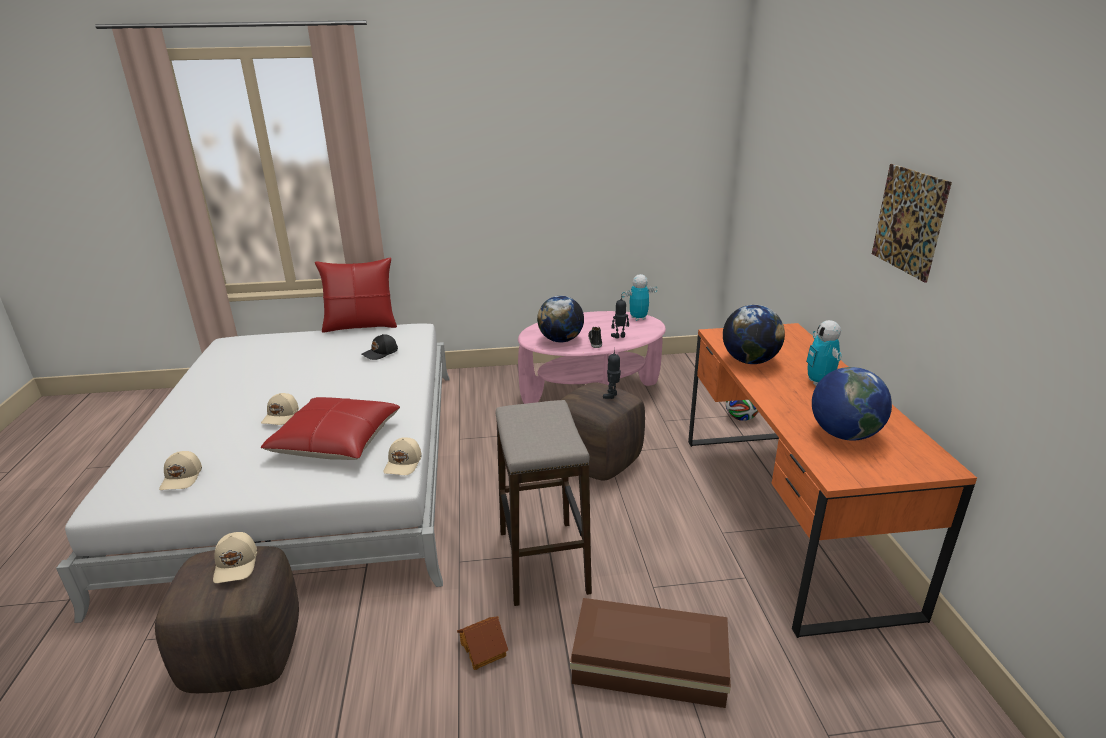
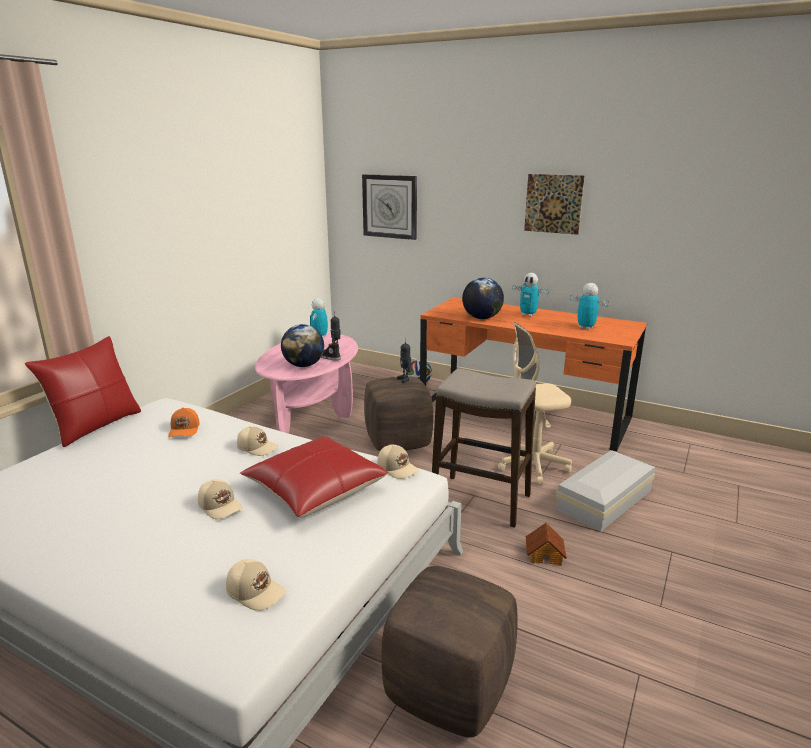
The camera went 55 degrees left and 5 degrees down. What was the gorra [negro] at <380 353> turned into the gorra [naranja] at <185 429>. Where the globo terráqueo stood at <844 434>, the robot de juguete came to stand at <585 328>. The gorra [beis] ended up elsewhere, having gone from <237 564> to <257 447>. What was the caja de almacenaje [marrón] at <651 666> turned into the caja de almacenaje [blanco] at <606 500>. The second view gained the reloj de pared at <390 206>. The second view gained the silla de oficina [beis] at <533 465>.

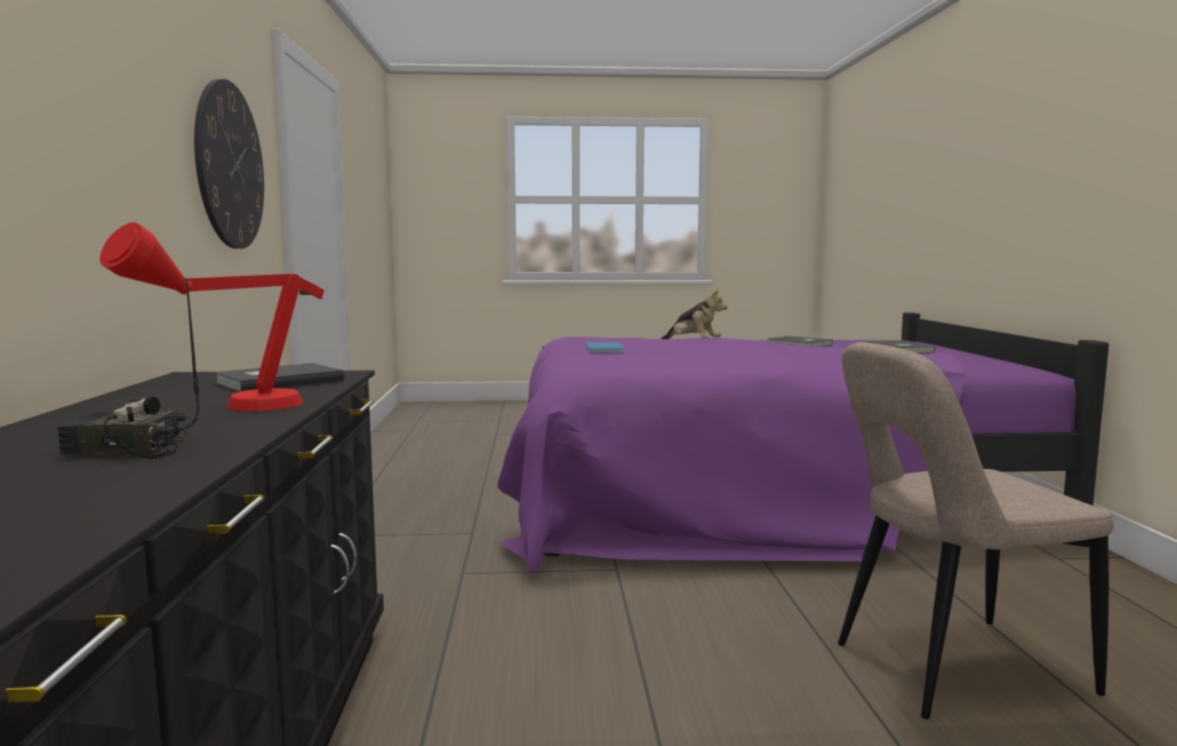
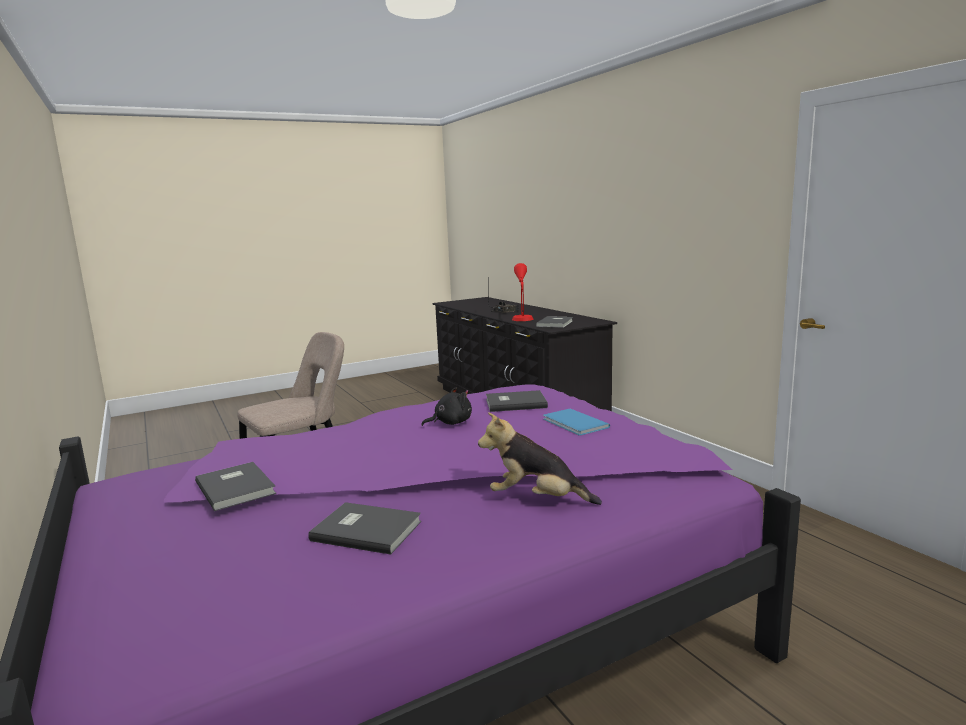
The camera went 155 degrees right and 5 degrees up. The second view lost the reloj de pared at <230 166>. The second view gained the peluche [negro] at <450 423>. The second view gained the libro [gris] at <514 403>.

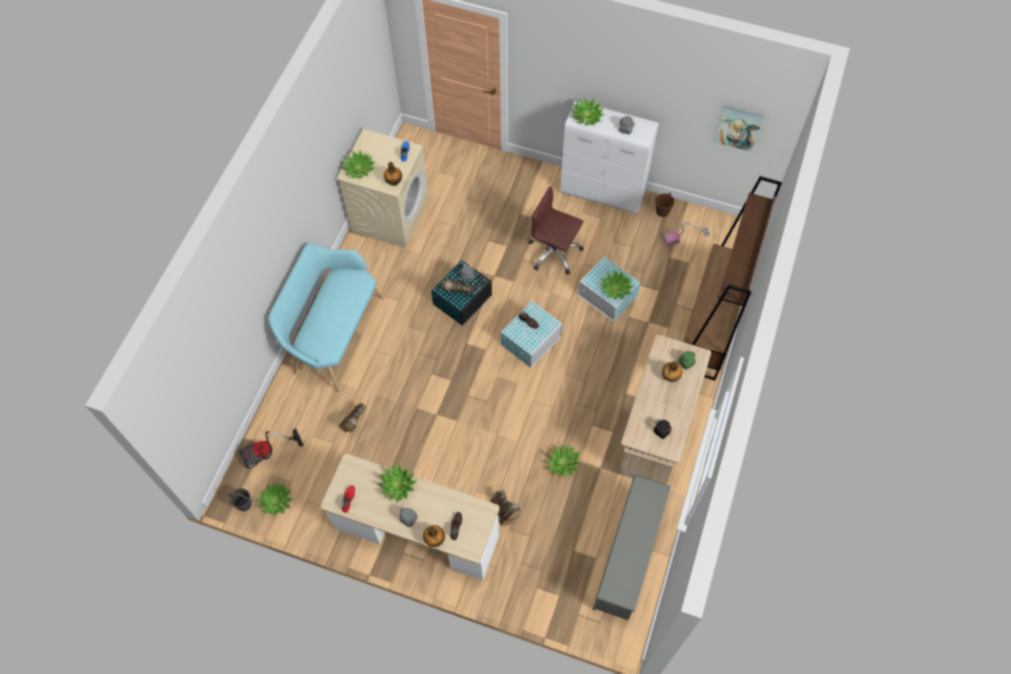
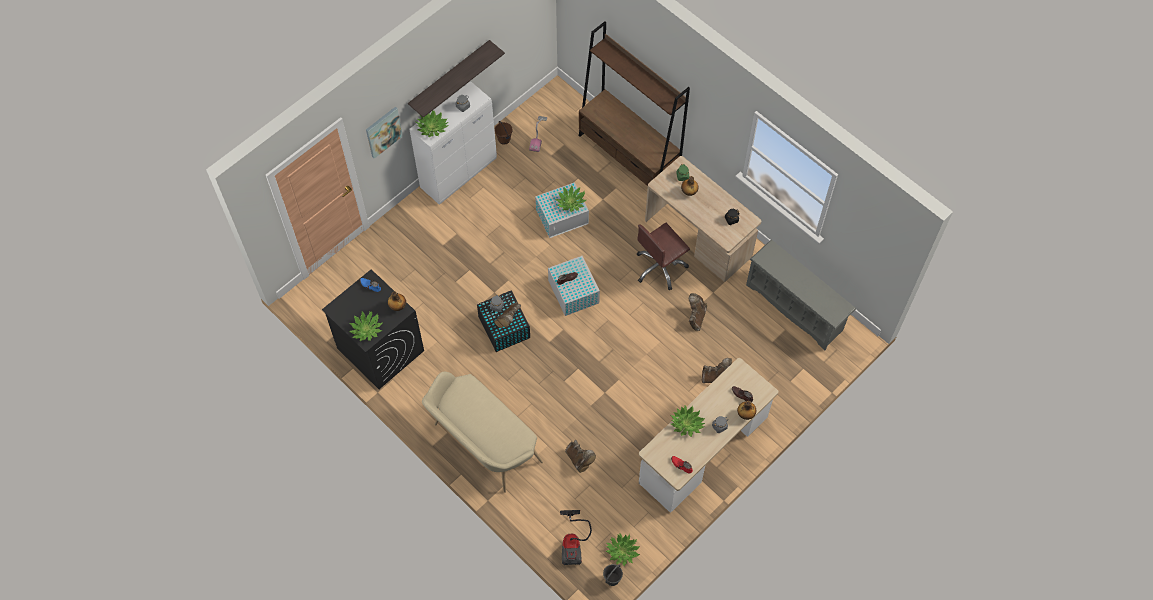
The camera went 65 degrees left and 0 degrees up. The cuadro ended up elsewhere, having gone from <738 127> to <383 131>. What was the lavadora [beis] at <390 214> turned into the lavadora [negro] at <380 349>. The silla de oficina [marrón] ended up elsewhere, having gone from <554 253> to <660 267>. What was the banco [turquesa] at <334 335> turned into the banco [beis] at <482 445>. Where the planta en maceta stood at <563 463>, the bota [marrón] came to stand at <696 317>. The second view gained the estante at <449 77>.

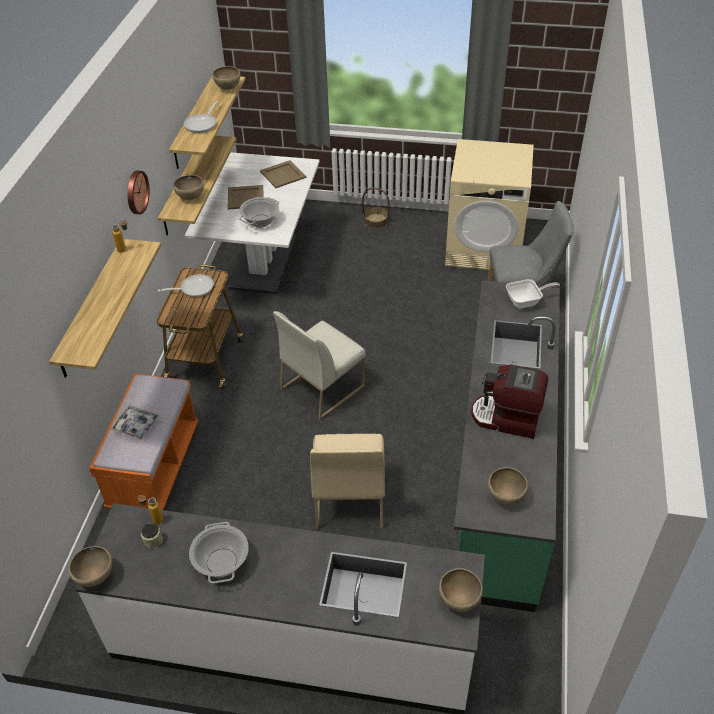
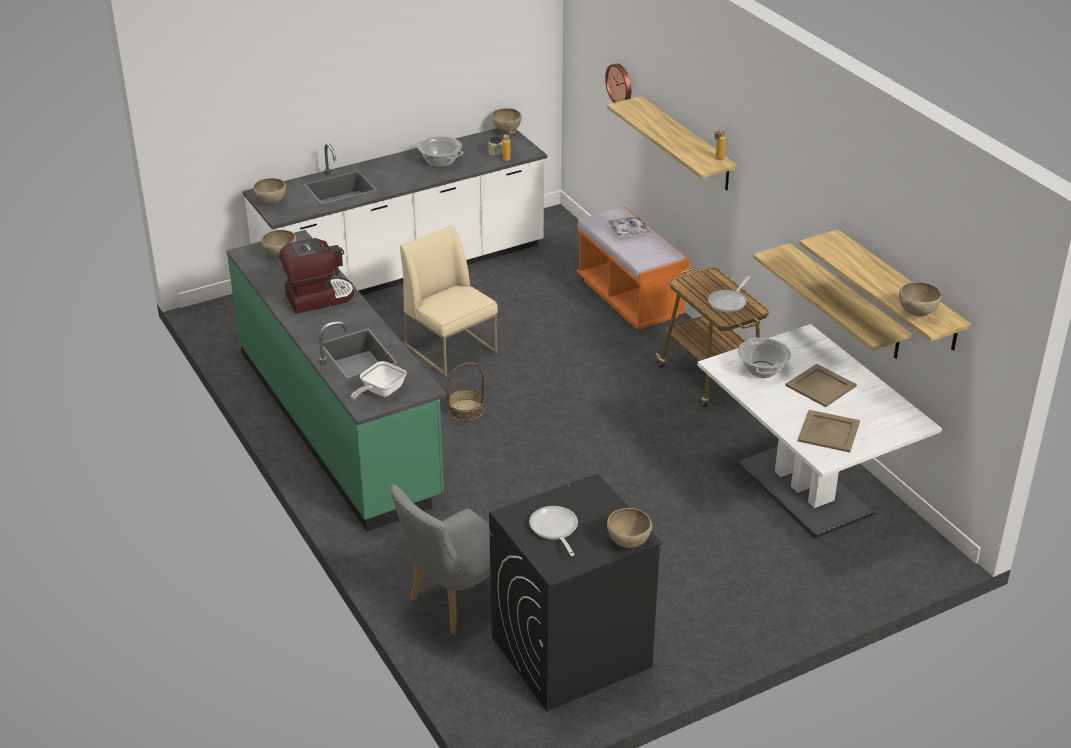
The camera went 140 degrees right and 10 degrees down. The sartén ended up elsewhere, having gone from <202 124> to <554 530>. What was the lavadora [beis] at <484 248> turned into the lavadora [negro] at <570 652>. The reloj de pared ended up elsewhere, having gone from <136 192> to <620 84>. The cuenco [marrón] ended up elsewhere, having gone from <191 198> to <628 542>. The cesta ended up elsewhere, having gone from <375 221> to <466 410>. The second view lost the silla [blanco] at <322 387>.

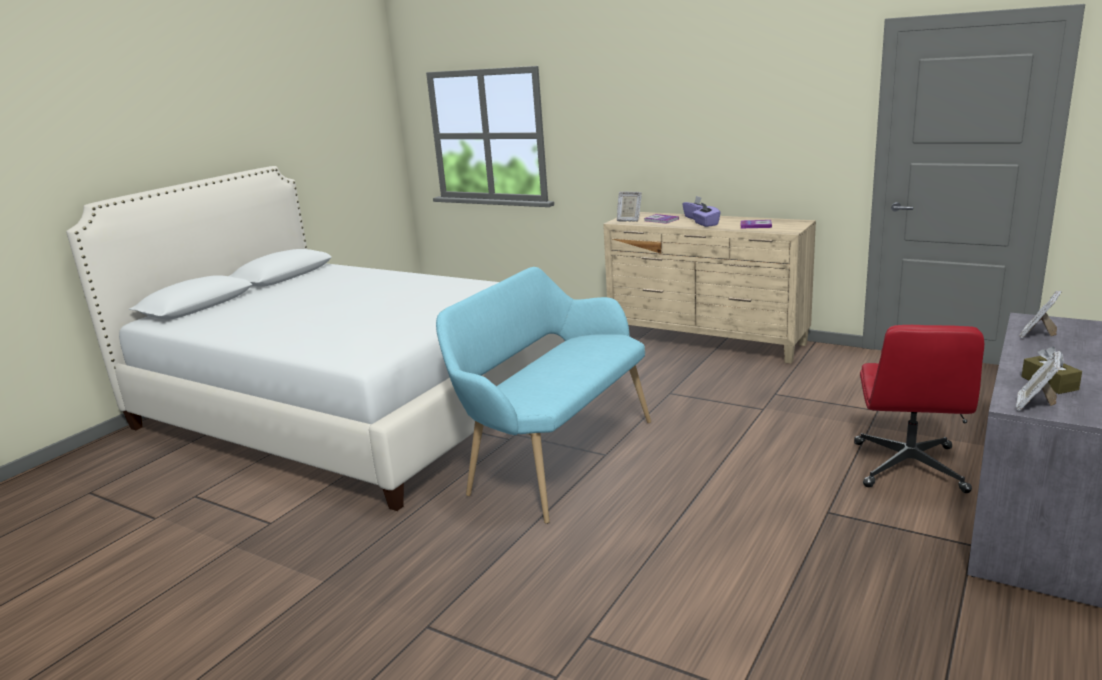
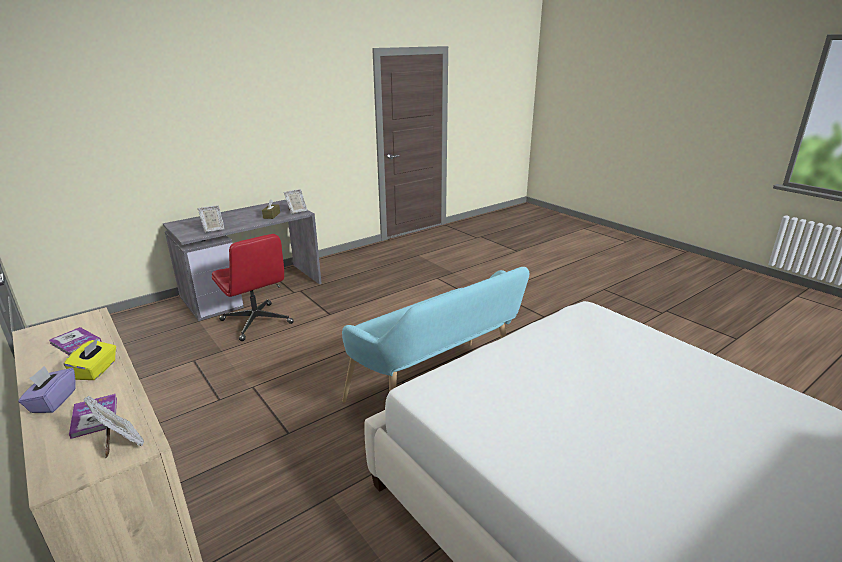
The camera went 160 degrees left and 5 degrees up. What was the caja de pañuelos [morado] at <706 224> turned into the caja de pañuelos [amarillo] at <96 370>. The silla de oficina [rojo] at <909 468> ended up facing another way, 105 degrees clockwise from before.

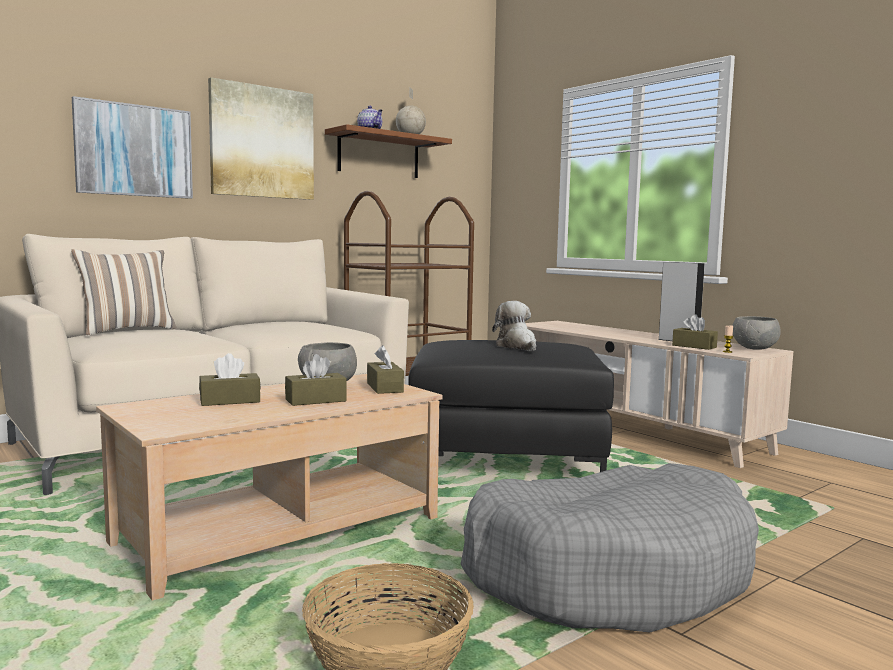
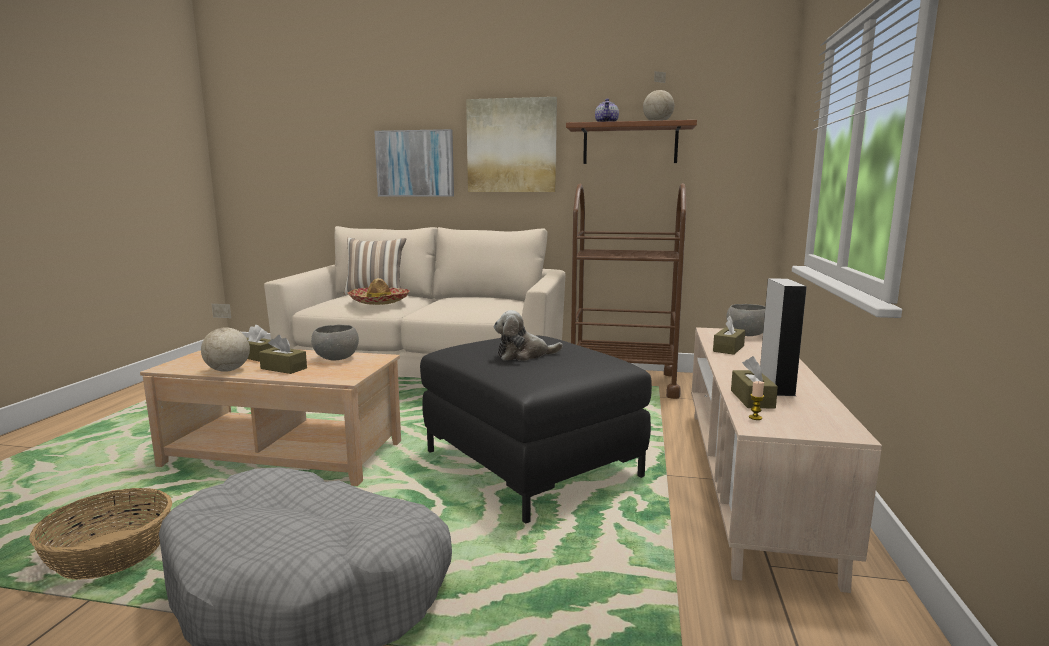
The camera went 50 degrees right and 5 degrees up. The peluche at <517 346> ended up facing another way, 135 degrees counterclockwise from before. The cuenco [gris] ended up elsewhere, having gone from <755 349> to <747 335>. The caja de pañuelos [marrón] ended up elsewhere, having gone from <384 388> to <728 348>. The second view gained the sombrero at <379 302>. The second view gained the globo terráqueo at <228 370>.

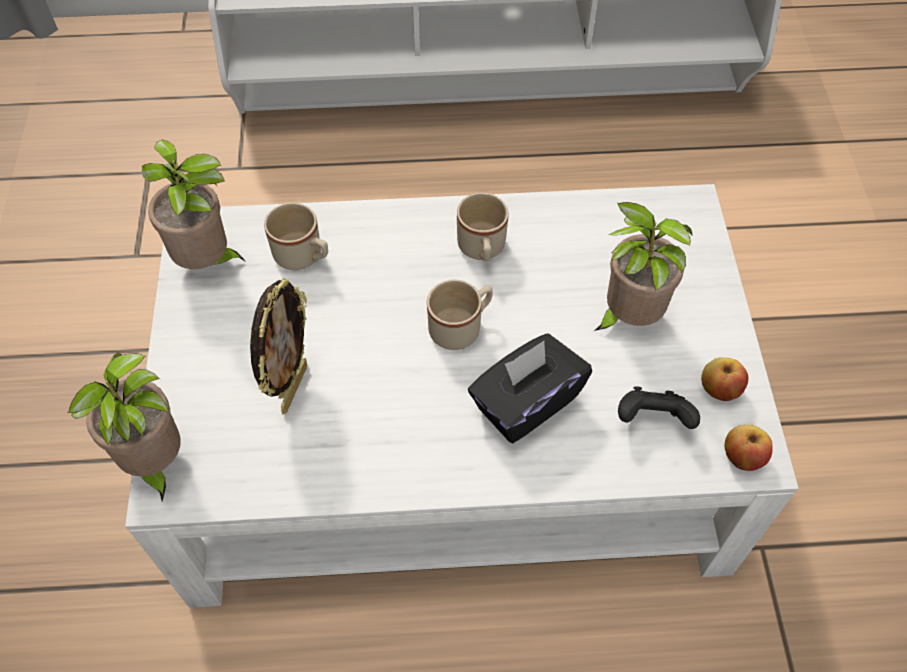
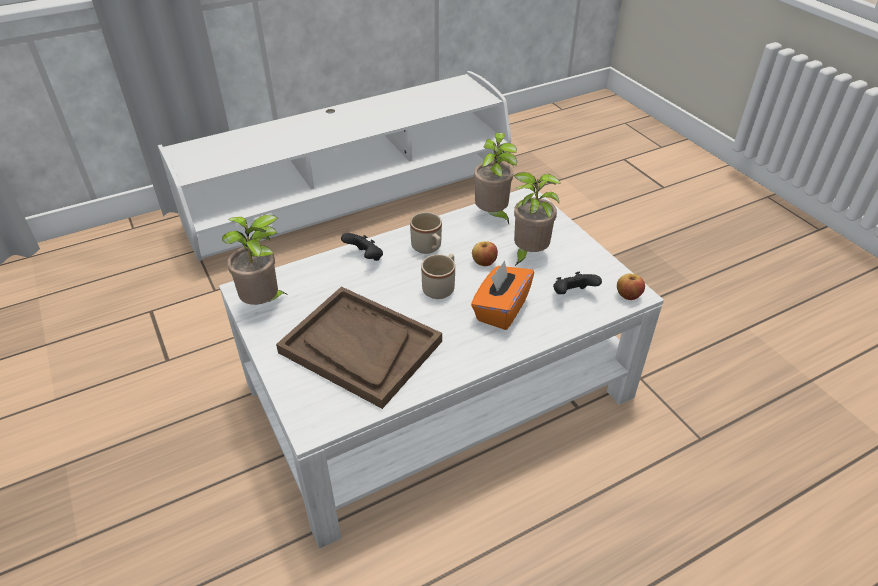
The camera went 25 degrees left and 15 degrees down. The second view lost the taza grande [beis] at <303 257>. Where the portarretratos stood at <292 387>, the bandeja [marrón] came to stand at <360 347>. What was the caja de pañuelos [negro] at <526 403> turned into the caja de pañuelos [naranja] at <501 309>. The planta en maceta ended up elsewhere, having gone from <155 464> to <492 216>. The manzana ended up elsewhere, having gone from <719 389> to <484 262>. The second view gained the mando de consola [negro] at <365 257>.

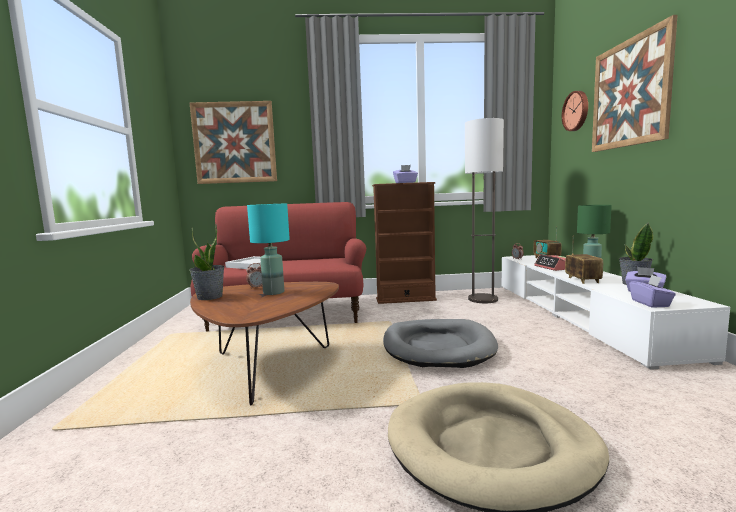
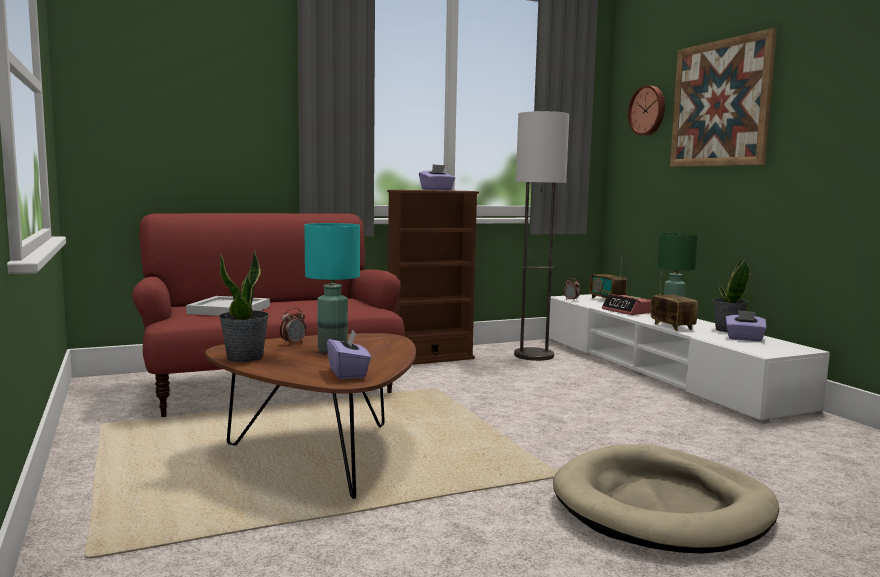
The camera went 20 degrees left and 0 degrees up. The second view lost the cuadro at <234 143>. The caja de pañuelos [morado] ended up elsewhere, having gone from <650 303> to <348 373>. The second view lost the cama para perro [gris] at <438 347>.

